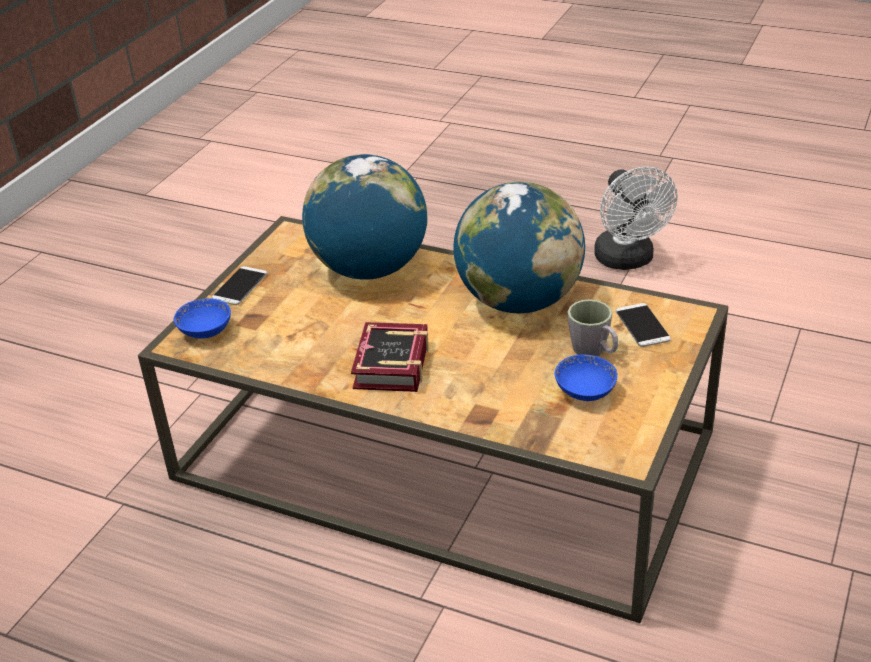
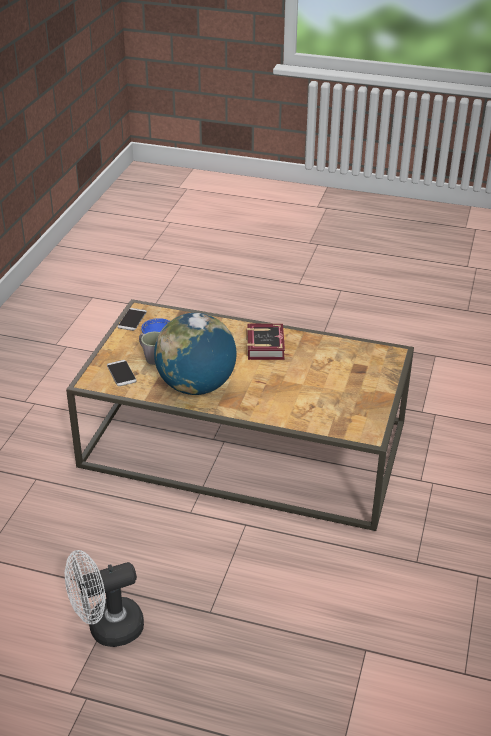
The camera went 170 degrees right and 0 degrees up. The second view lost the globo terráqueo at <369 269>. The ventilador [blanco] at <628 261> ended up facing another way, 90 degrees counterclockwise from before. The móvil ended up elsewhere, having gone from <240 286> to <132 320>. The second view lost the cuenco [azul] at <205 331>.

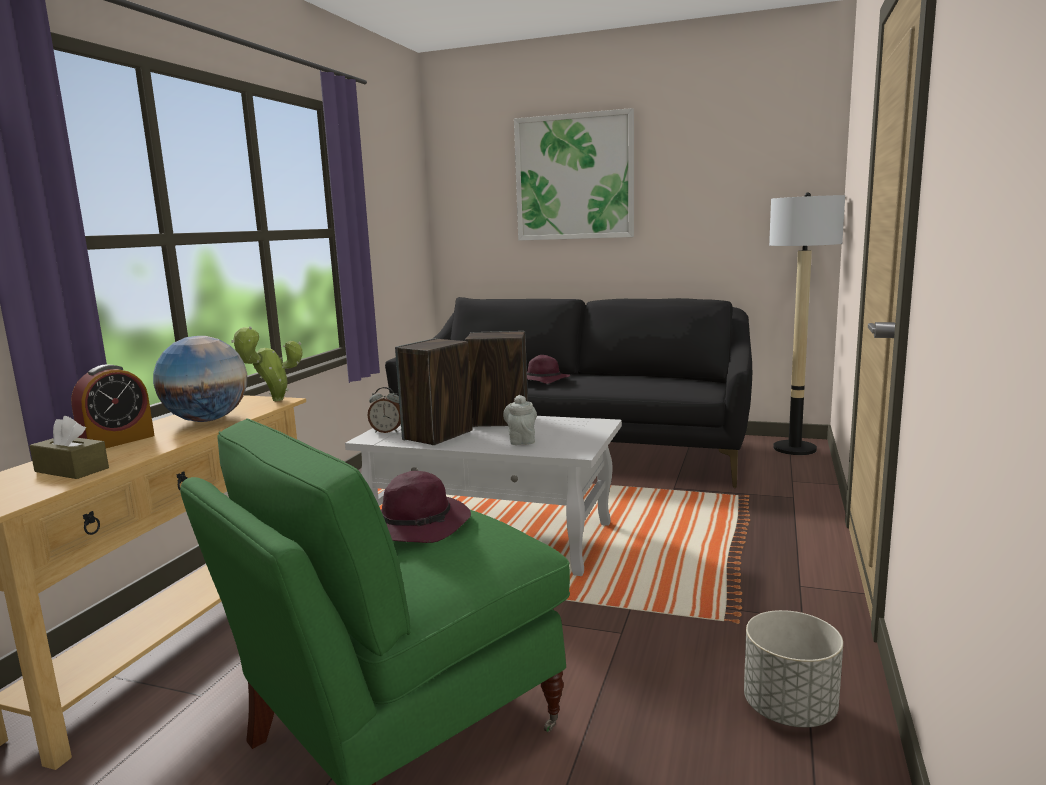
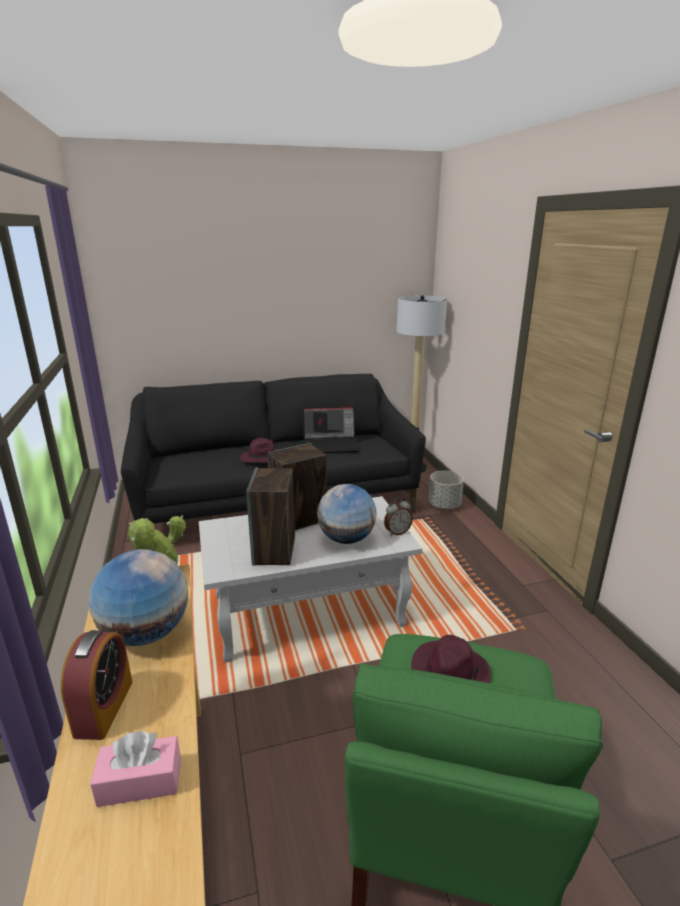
The camera went 35 degrees left and 10 degrees up. The second view lost the cuadro at <574 177>. The despertador ended up elsewhere, having gone from <387 431> to <397 532>. Where the tetera [gris] stood at <521 440>, the globo terráqueo came to stand at <346 539>. What was the caja de pañuelos [marrón] at <72 470> turned into the caja de pañuelos [rosa] at <140 781>. The maceta [gris] ended up elsewhere, having gone from <790 710> to <444 505>. The second view gained the portátil at <331 445>.

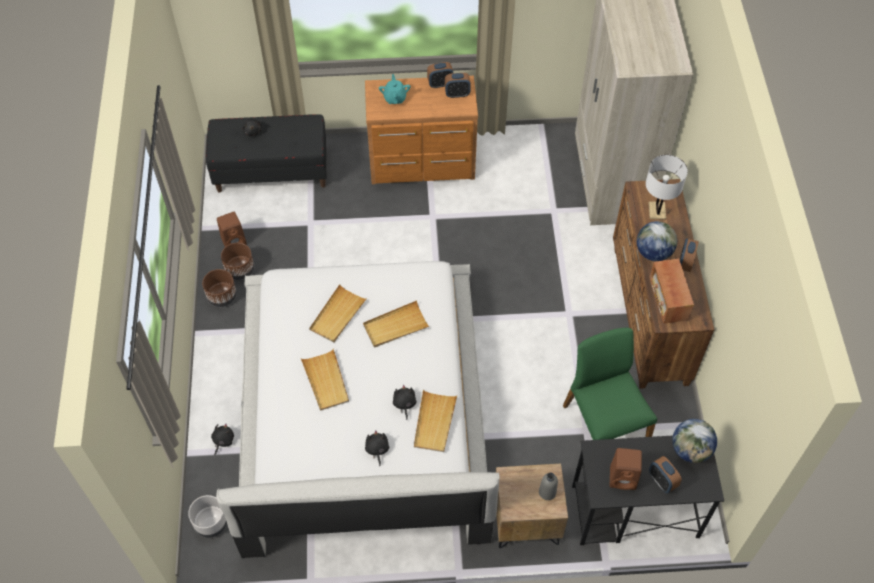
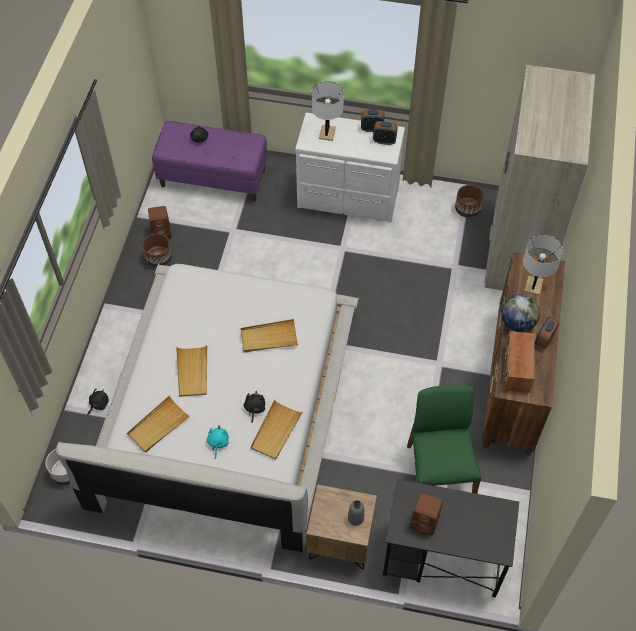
The camera went 15 degrees right and 0 degrees up. Where the tetera [turquesa] stood at <395 98>, the lámpara de mesa [blanco] came to stand at <327 133>. What was the cómoda [marrón] at <423 164> turned into the cómoda [blanco] at <348 199>. What was the banco [negro] at <272 171> turned into the banco [morado] at <213 178>. The maceta [marrón] ended up elsewhere, having gone from <222 297> to <467 210>. The bandeja [beis] ended up elsewhere, having gone from <337 315> to <158 426>. The second view lost the globo terráqueo at <690 450>. What was the peluche [negro] at <377 449> turned into the peluche [turquesa] at <218 443>. The second view lost the despertador at <662 481>.

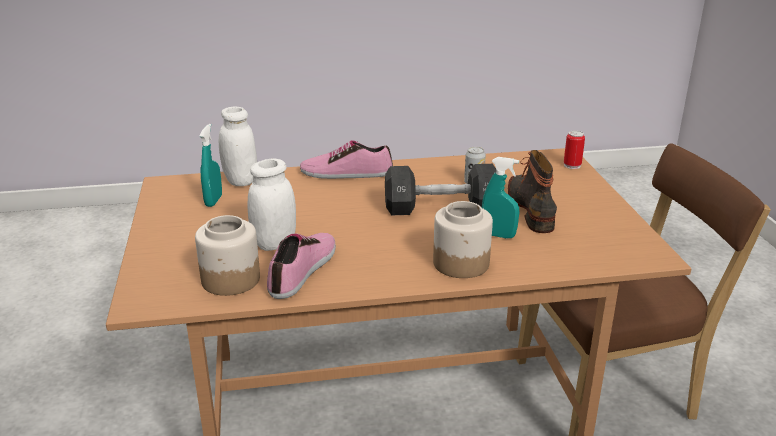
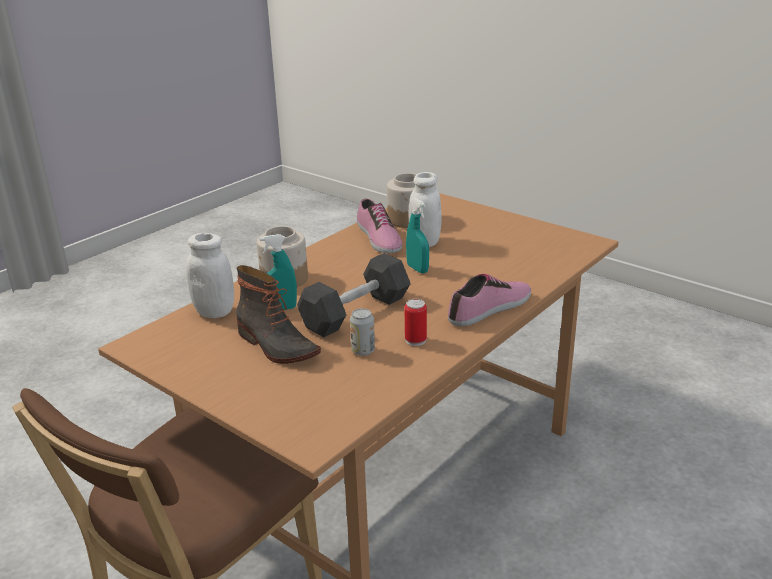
The camera went 140 degrees right and 0 degrees up. The tarro [blanco] ended up elsewhere, having gone from <240 181> to <214 312>. The pulverizador [turquesa] ended up elsewhere, having gone from <213 201> to <417 269>. The lata ended up elsewhere, having gone from <572 165> to <415 340>.

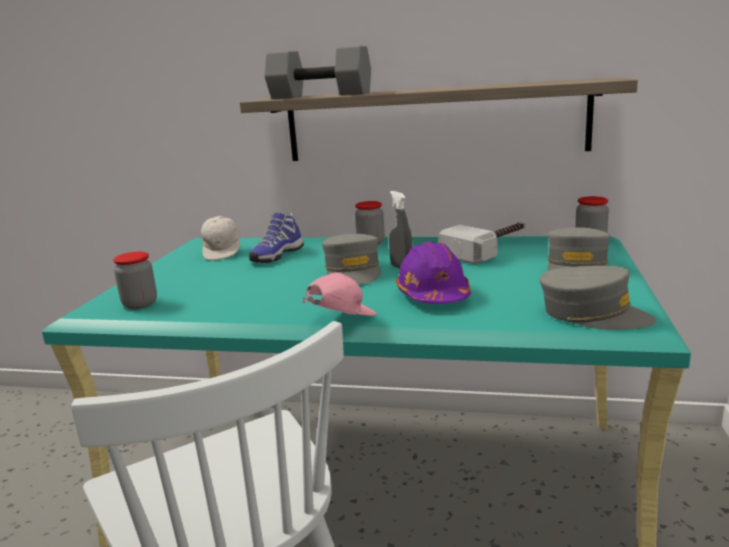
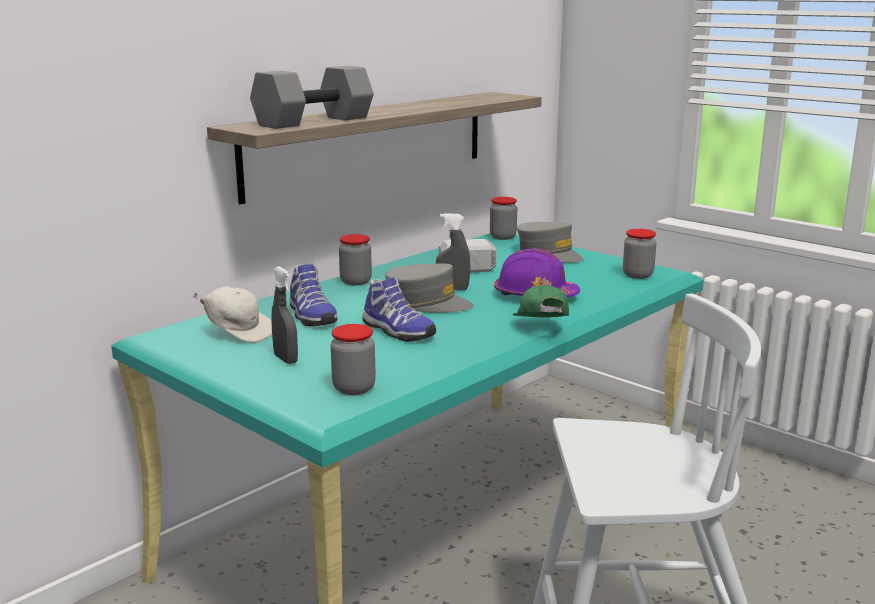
The camera went 60 degrees left and 0 degrees up. Where the gorra [gris] stood at <593 314>, the tarro came to stand at <637 275>. What was the gorra [rosa] at <340 320> turned into the gorra [verde] at <540 329>. The second view gained the pulverizador [gris] at <285 359>. The second view gained the zapato at <396 332>.

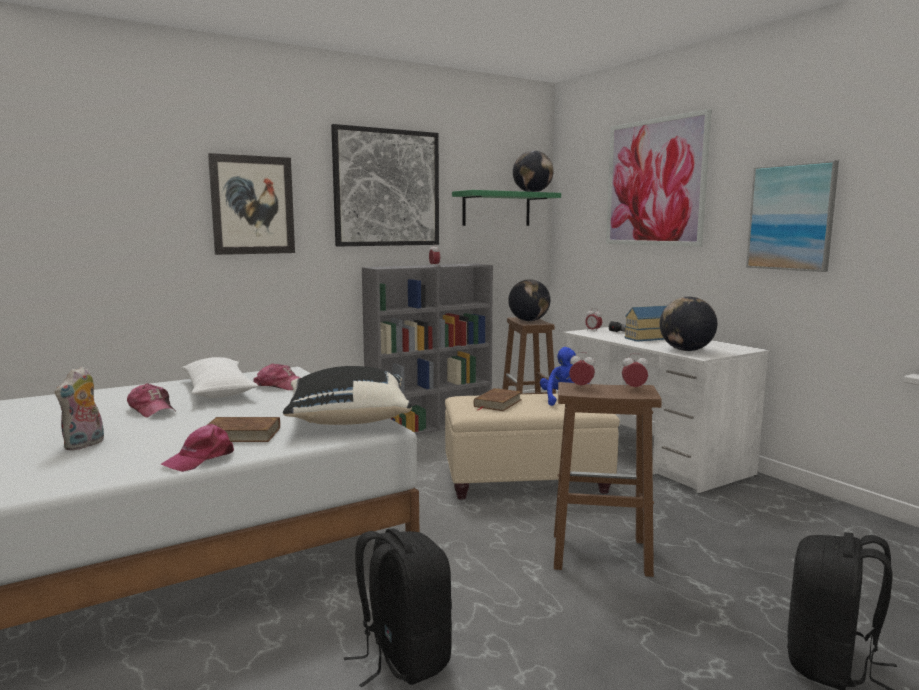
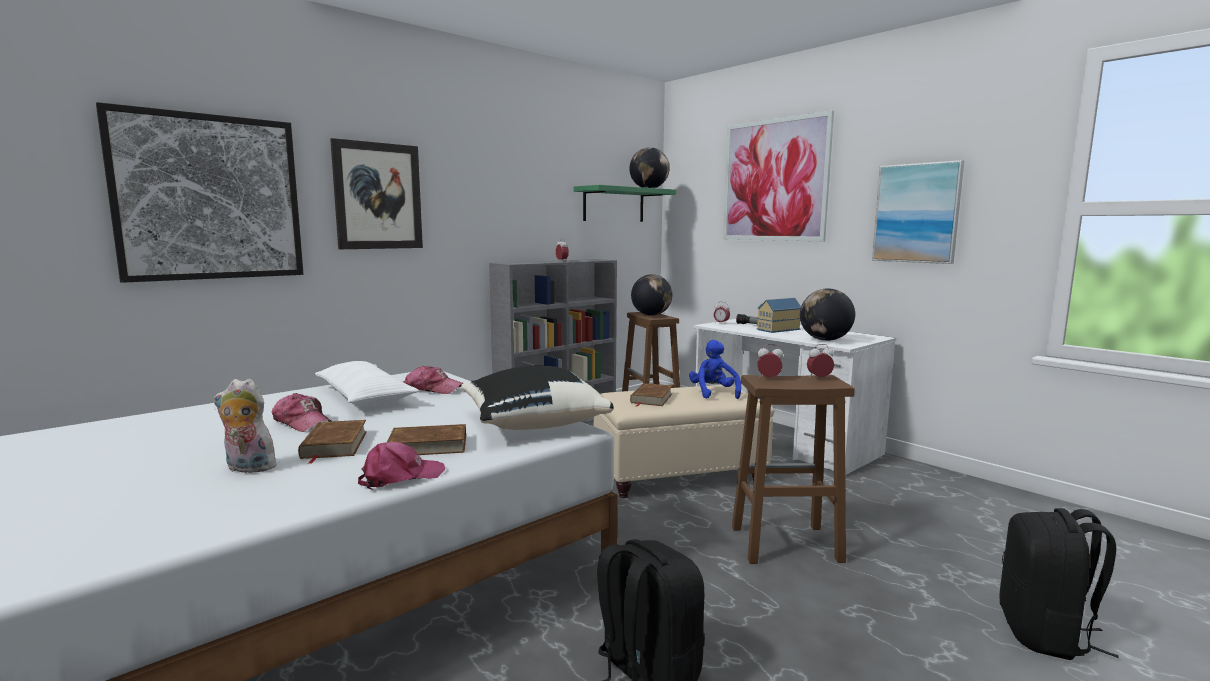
The camera went 10 degrees left and 0 degrees up. The cuadro ended up elsewhere, having gone from <387 188> to <209 198>. The peluche at <85 445> ended up facing another way, 90 degrees clockwise from before. The gorra [rosa] at <201 459> ended up facing another way, 150 degrees counterclockwise from before. The second view gained the libro [marrón] at <334 445>.

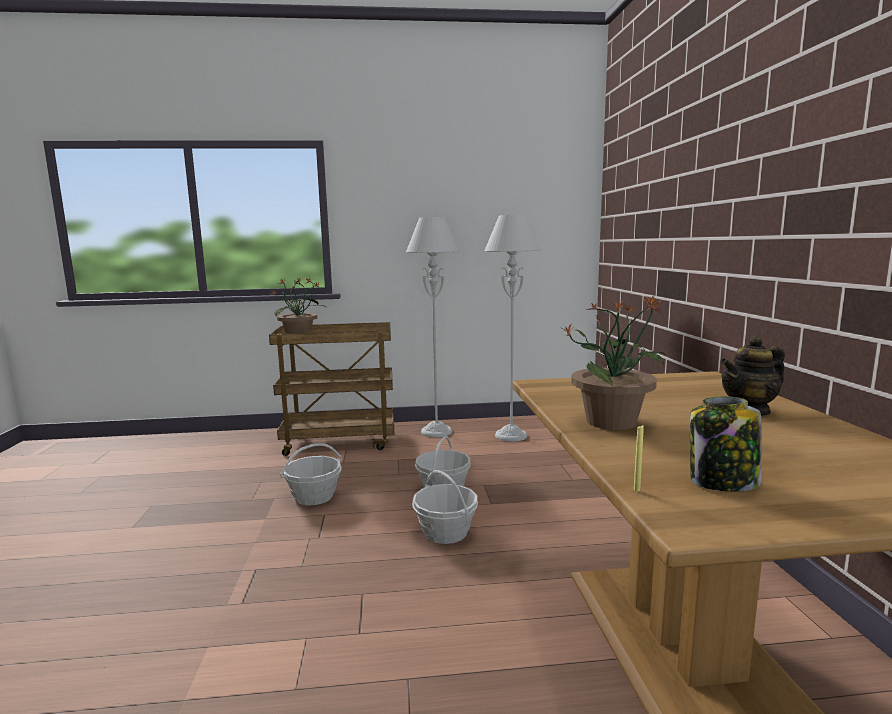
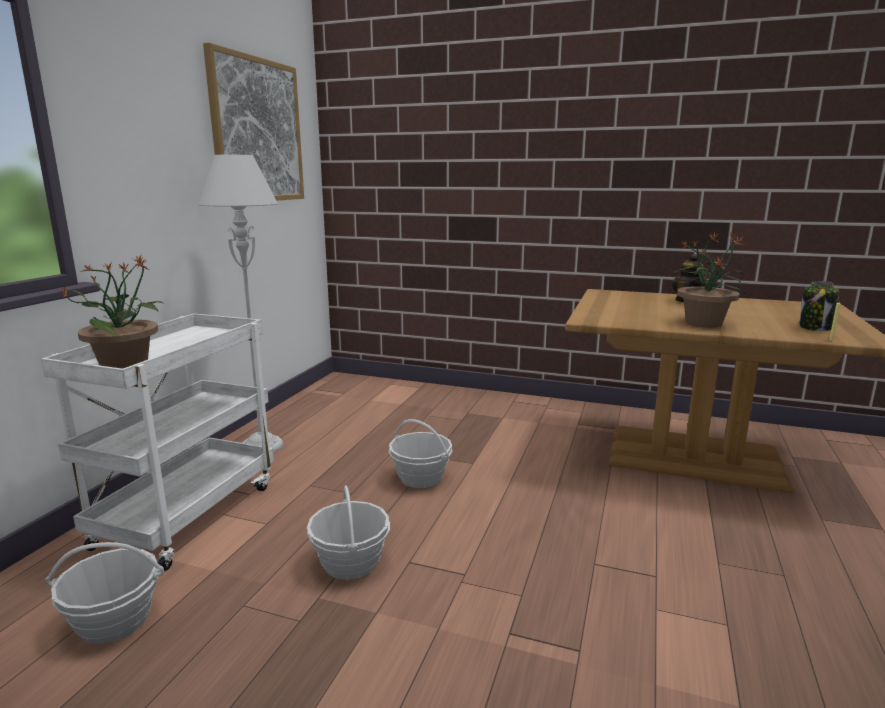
The camera went 65 degrees left and 5 degrees up. The second view lost the lámpara de pie [gris] at <511 435>. What was the carrito [marrón] at <341 442> turned into the carrito [blanco] at <188 513>. The cesta ended up elsewhere, having gone from <445 532> to <115 621>. The second view gained the cuadro at <257 131>.

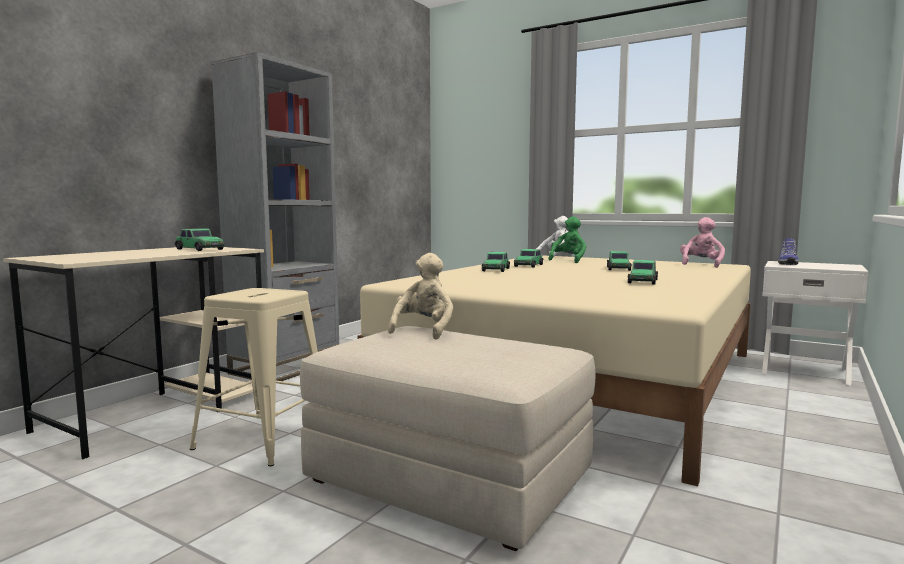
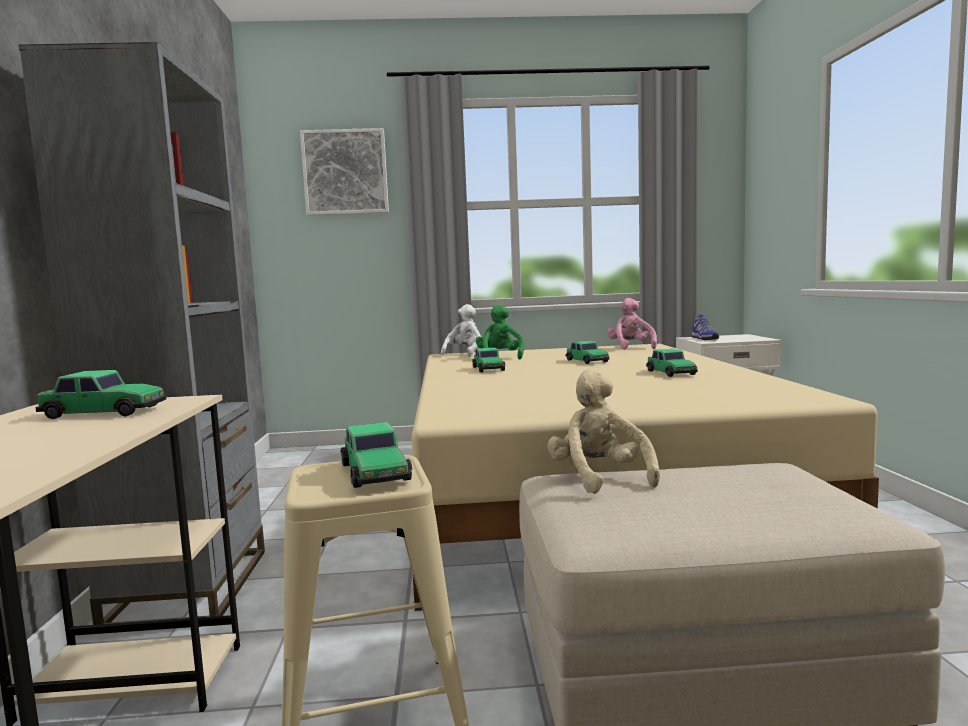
The camera went 35 degrees left and 0 degrees up. The coche de juguete ended up elsewhere, having gone from <496 270> to <375 473>. The second view gained the cuadro at <345 172>.

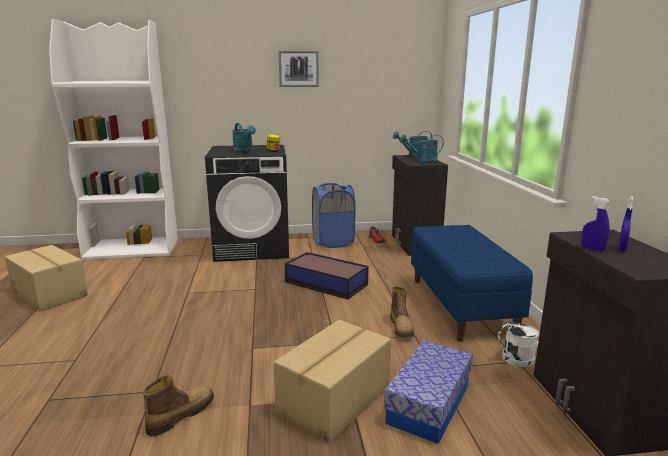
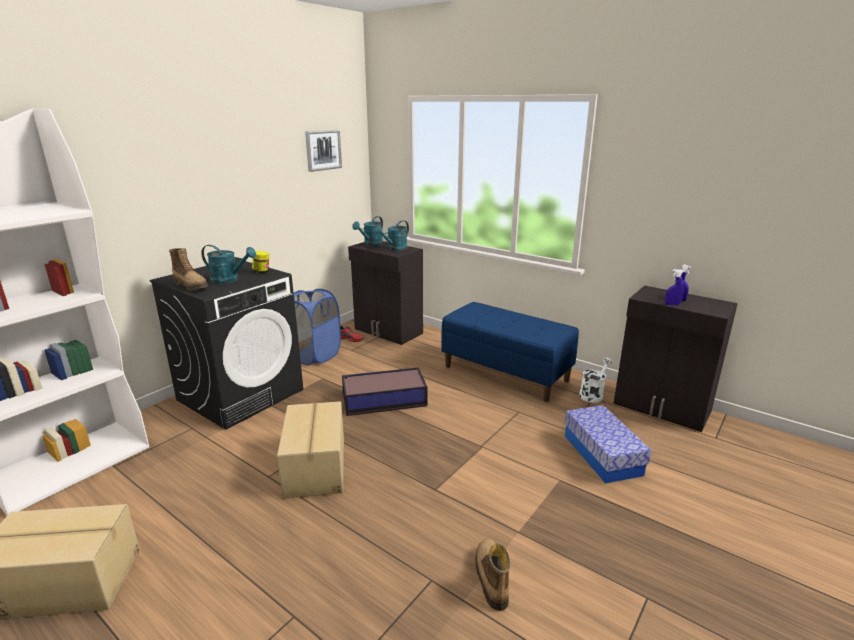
The camera went 45 degrees left and 5 degrees up. The cuadro ended up elsewhere, having gone from <298 68> to <323 150>. The bota ended up elsewhere, having gone from <401 328> to <191 286>. The caja de cartón ended up elsewhere, having gone from <336 400> to <316 466>.

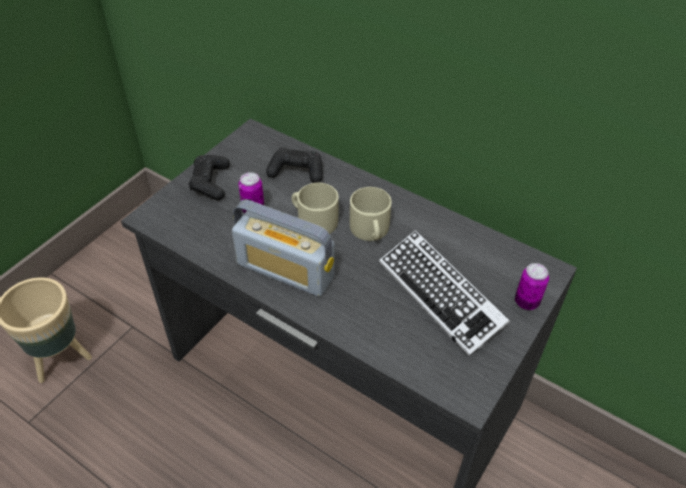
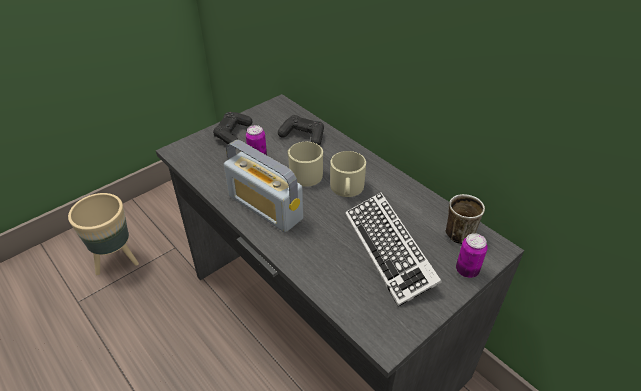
The camera went 15 degrees right and 5 degrees down. The second view gained the taza grande at <459 231>.

